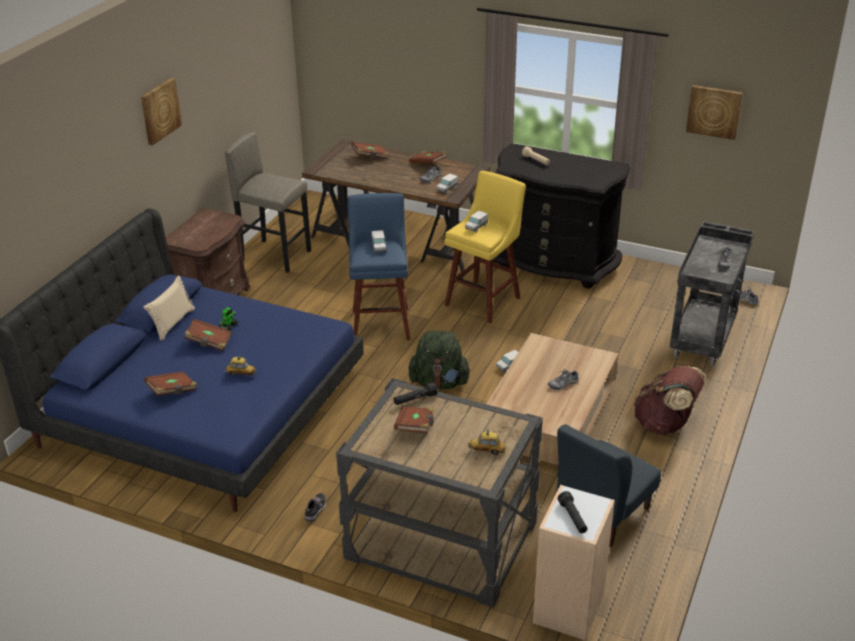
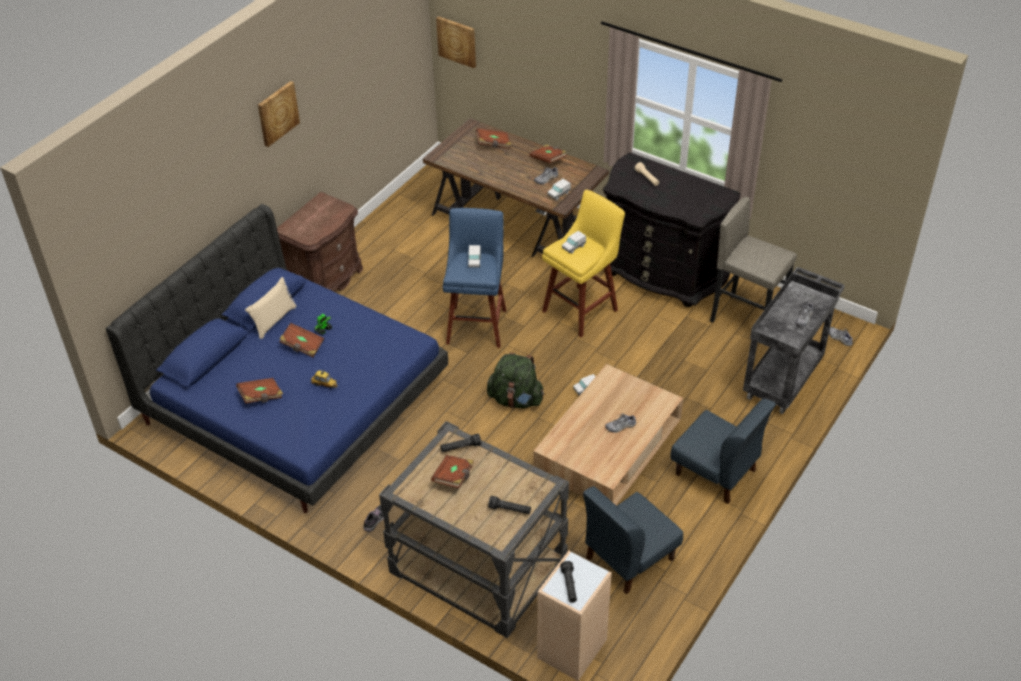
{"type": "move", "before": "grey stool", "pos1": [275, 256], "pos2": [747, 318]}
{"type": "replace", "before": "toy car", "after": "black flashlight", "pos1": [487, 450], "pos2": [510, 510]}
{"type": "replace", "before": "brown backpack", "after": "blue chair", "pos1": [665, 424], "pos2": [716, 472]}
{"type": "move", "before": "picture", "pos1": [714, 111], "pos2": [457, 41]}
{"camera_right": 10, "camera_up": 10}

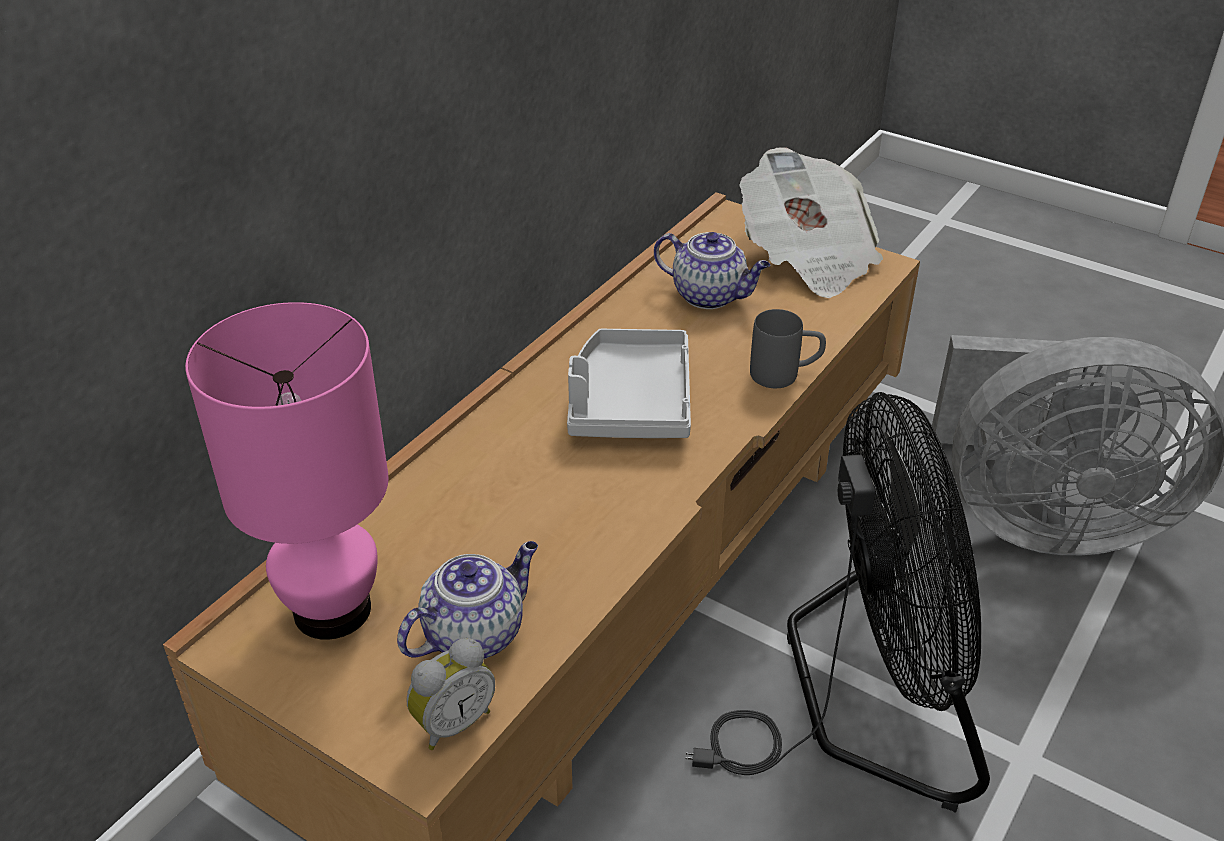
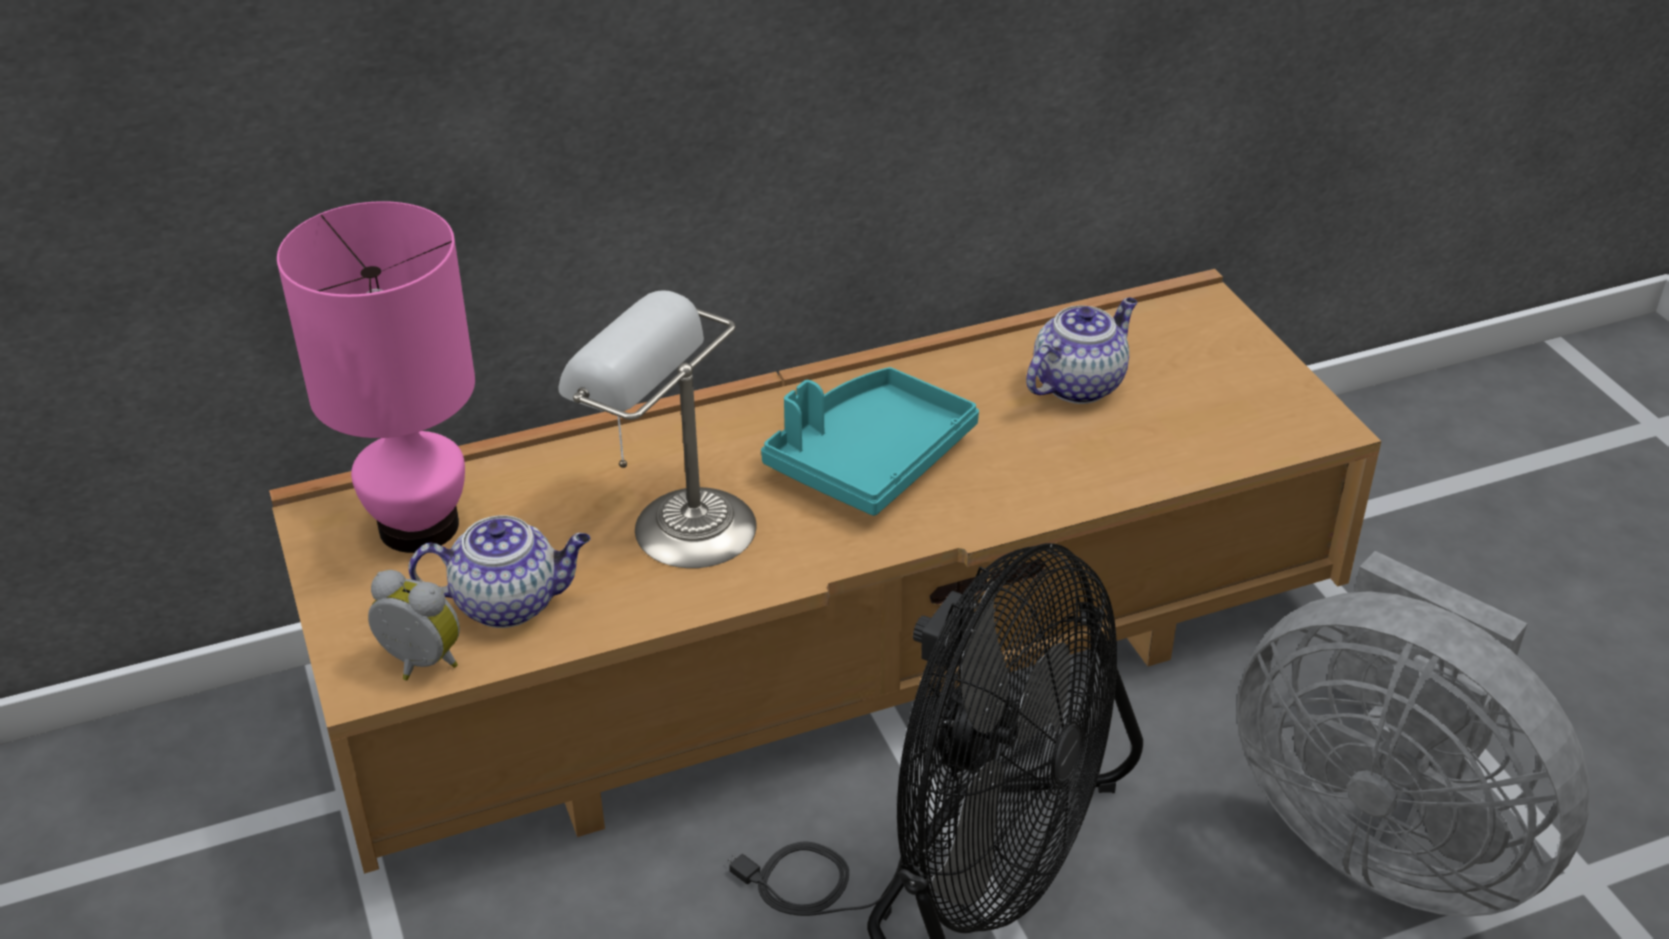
{"type": "rotate", "before": "alarm clock", "pos1": [452, 722], "pos2": [418, 665], "turn": -150}
{"type": "recolor", "before": "grey tray", "after": "turquoise tray", "pos1": [629, 402], "pos2": [869, 458]}
{"type": "rotate", "before": "teapot", "pos1": [710, 296], "pos2": [1078, 383], "turn": -105}
{"type": "delete", "before": "newspaper", "pos1": [807, 257]}
{"type": "delete", "before": "grey mug", "pos1": [785, 375]}
{"type": "insert", "after": "white table lamp", "pos2": [671, 520]}
{"camera_right": 35, "camera_up": 0}

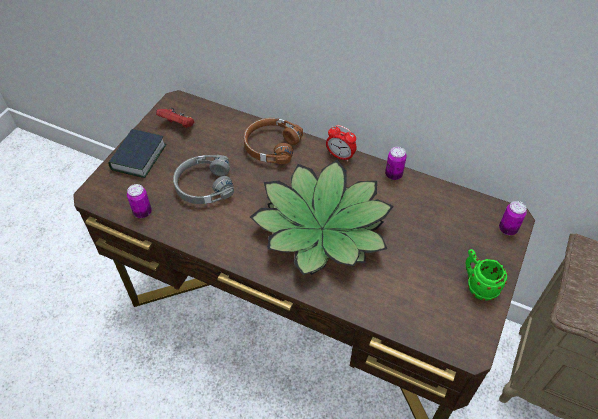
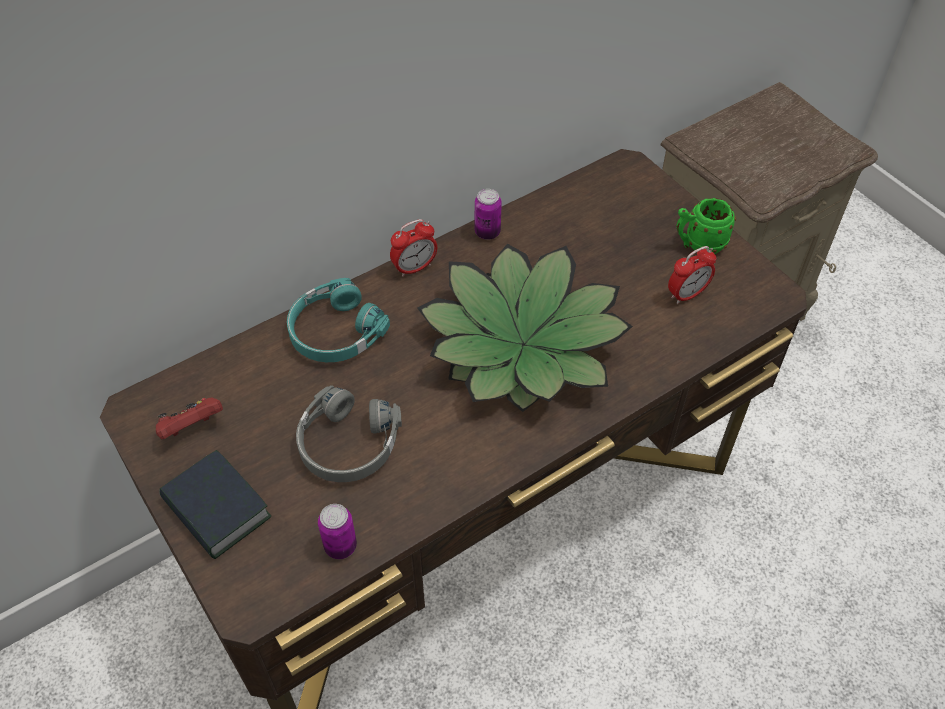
{"type": "recolor", "before": "brown headphones", "after": "turquoise headphones", "pos1": [271, 146], "pos2": [334, 332]}
{"type": "delete", "before": "can", "pos1": [507, 229]}
{"type": "insert", "after": "alarm clock", "pos2": [687, 294]}
{"camera_right": -60, "camera_up": 0}

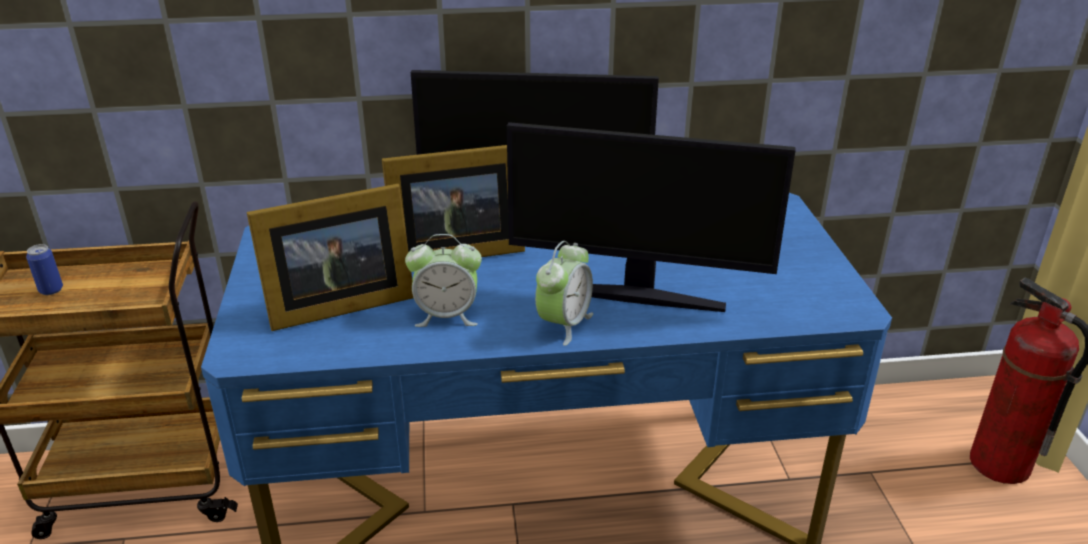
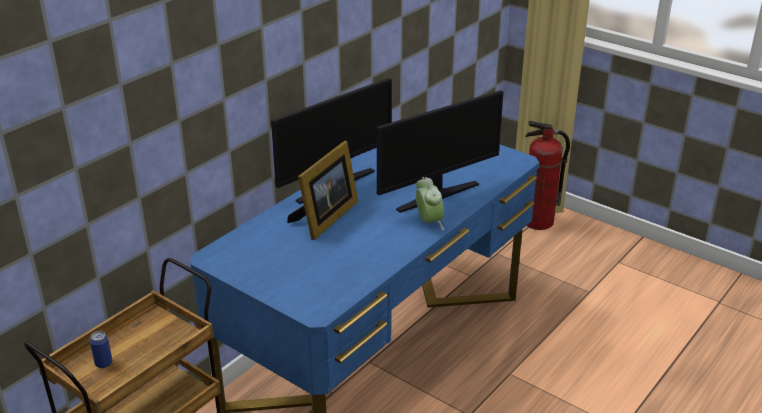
{"type": "delete", "before": "picture frame", "pos1": [335, 305]}
{"type": "delete", "before": "alarm clock", "pos1": [447, 315]}
{"camera_right": -45, "camera_up": 0}

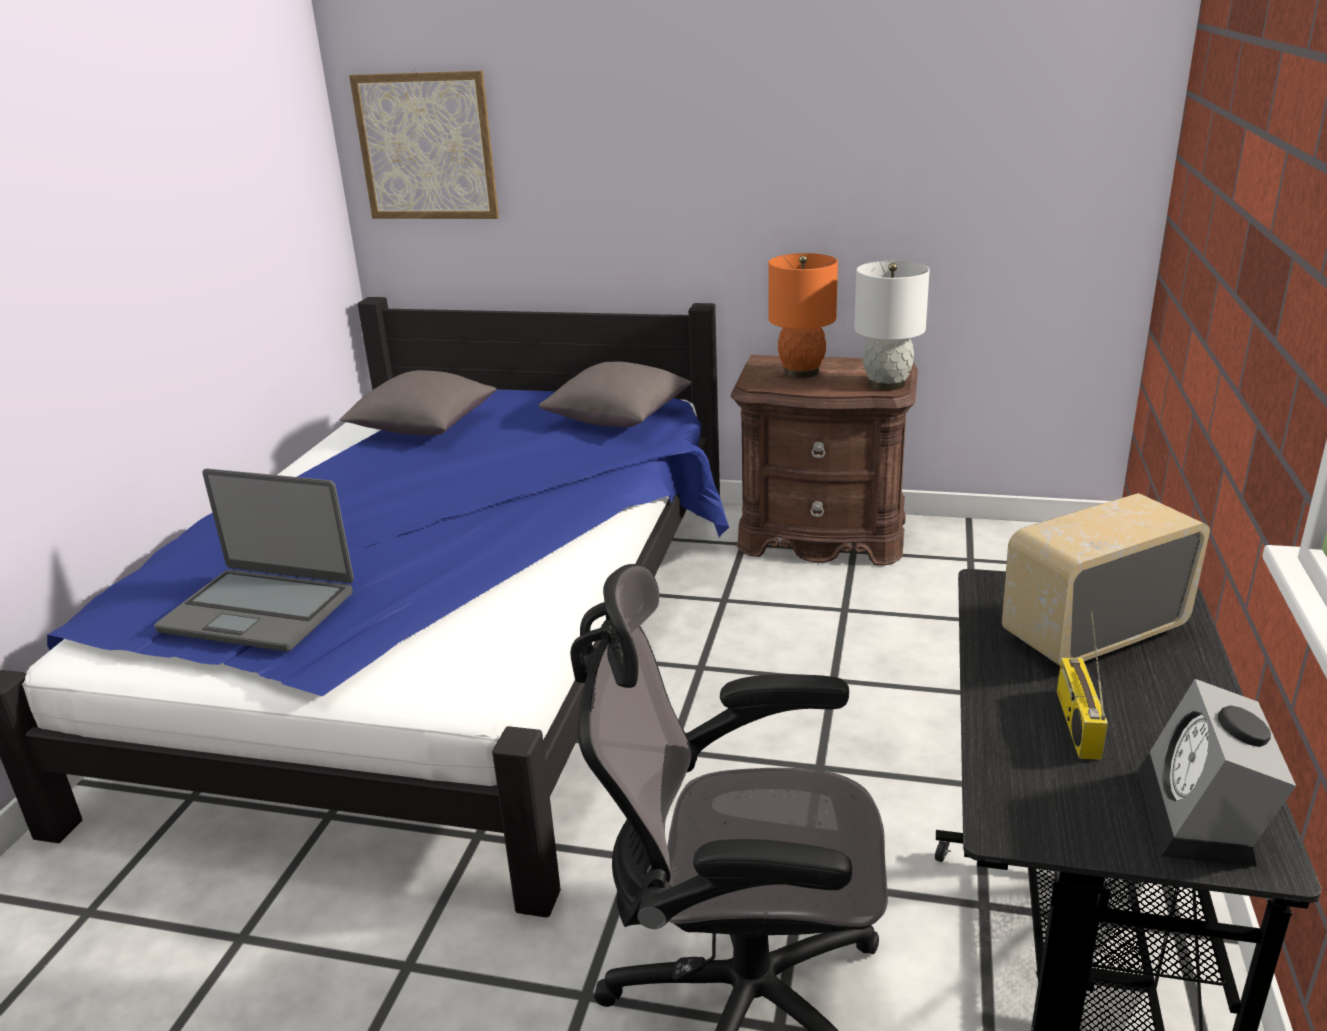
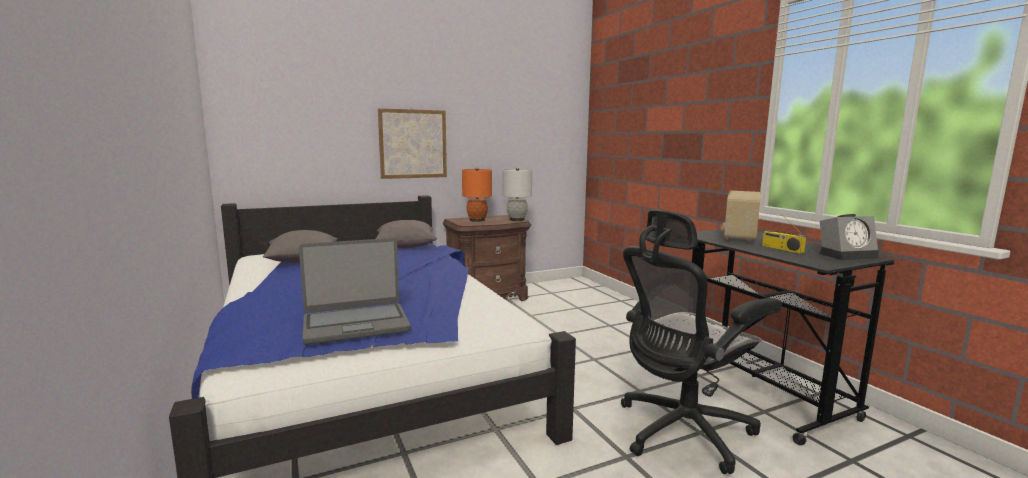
{"type": "move", "before": "picture", "pos1": [426, 145], "pos2": [413, 143]}
{"type": "rotate", "before": "alarm clock", "pos1": [1203, 819], "pos2": [847, 255], "turn": -75}
{"camera_right": -40, "camera_up": -15}

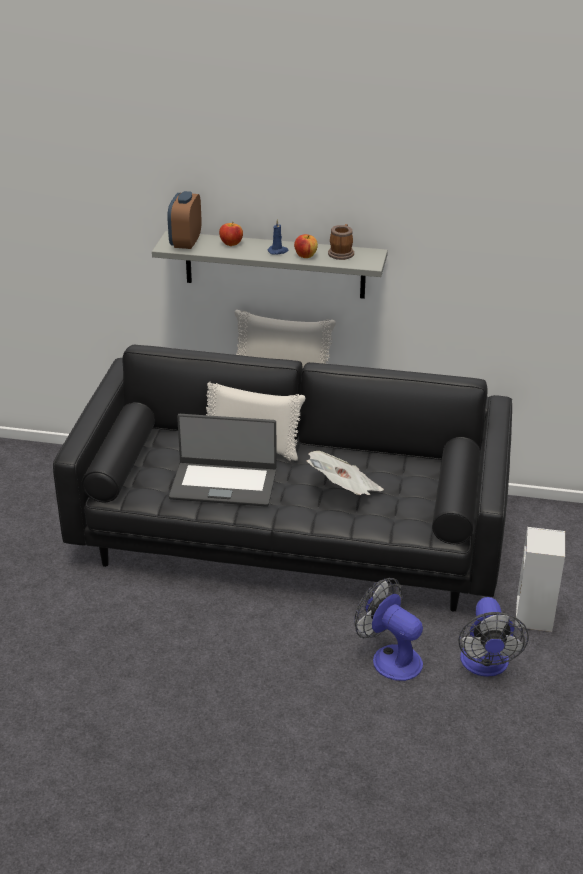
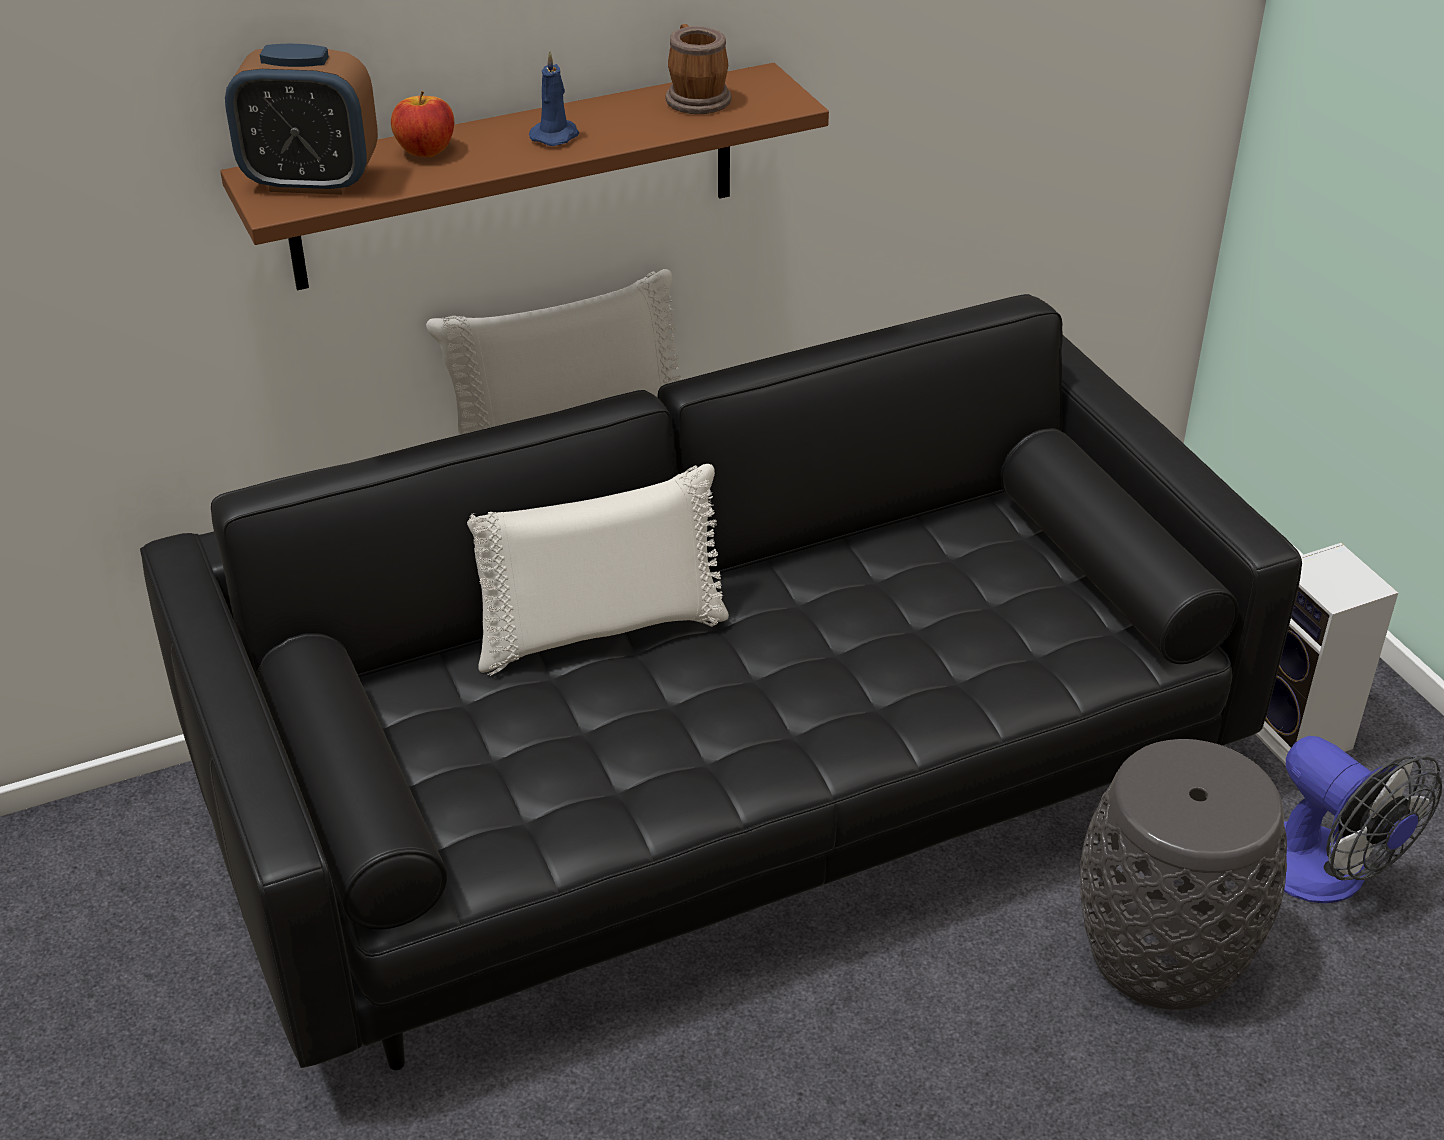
{"type": "recolor", "before": "grey shelf", "after": "brown shelf", "pos1": [274, 265], "pos2": [515, 177]}
{"type": "rotate", "before": "alarm clock", "pos1": [185, 242], "pos2": [311, 181], "turn": -60}
{"type": "delete", "before": "laptop", "pos1": [223, 484]}
{"type": "delete", "before": "apple", "pos1": [305, 256]}
{"type": "delete", "before": "newspaper", "pos1": [344, 490]}
{"type": "replace", "before": "fan", "after": "grey stool", "pos1": [390, 658], "pos2": [1163, 954]}
{"camera_right": -35, "camera_up": 5}

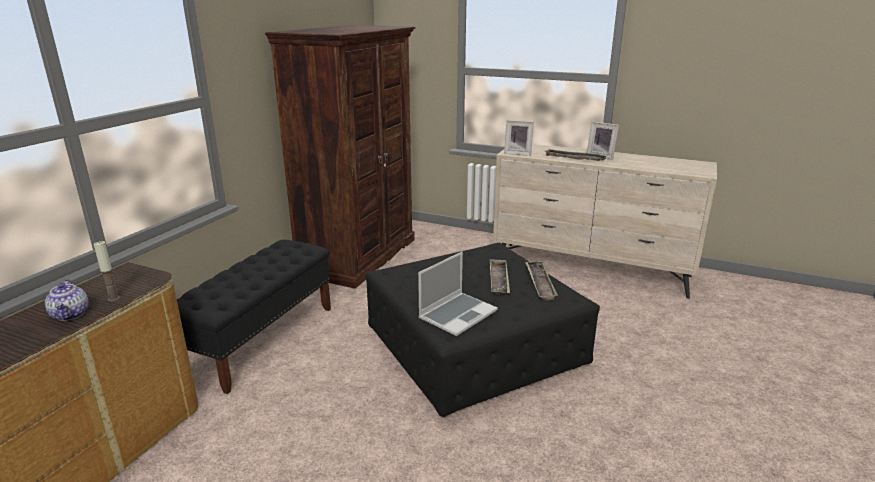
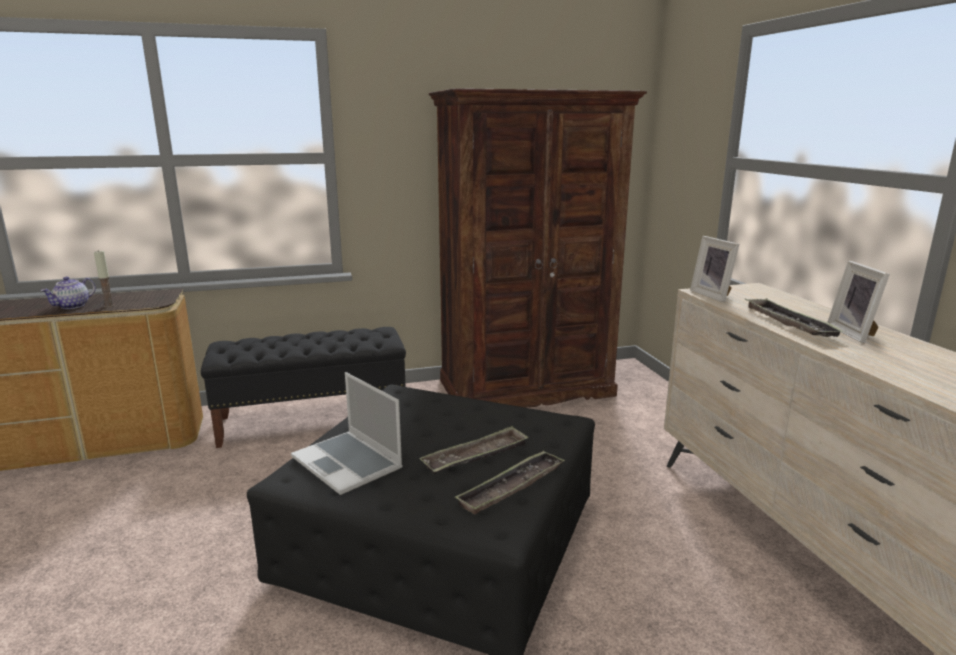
{"type": "rotate", "before": "laptop", "pos1": [457, 314], "pos2": [349, 464], "turn": 45}
{"camera_right": 50, "camera_up": -5}

